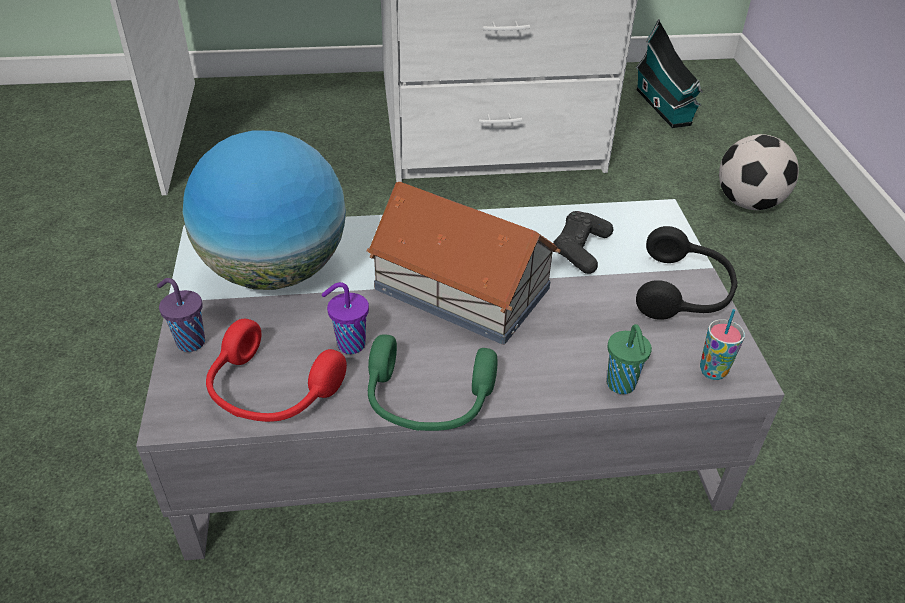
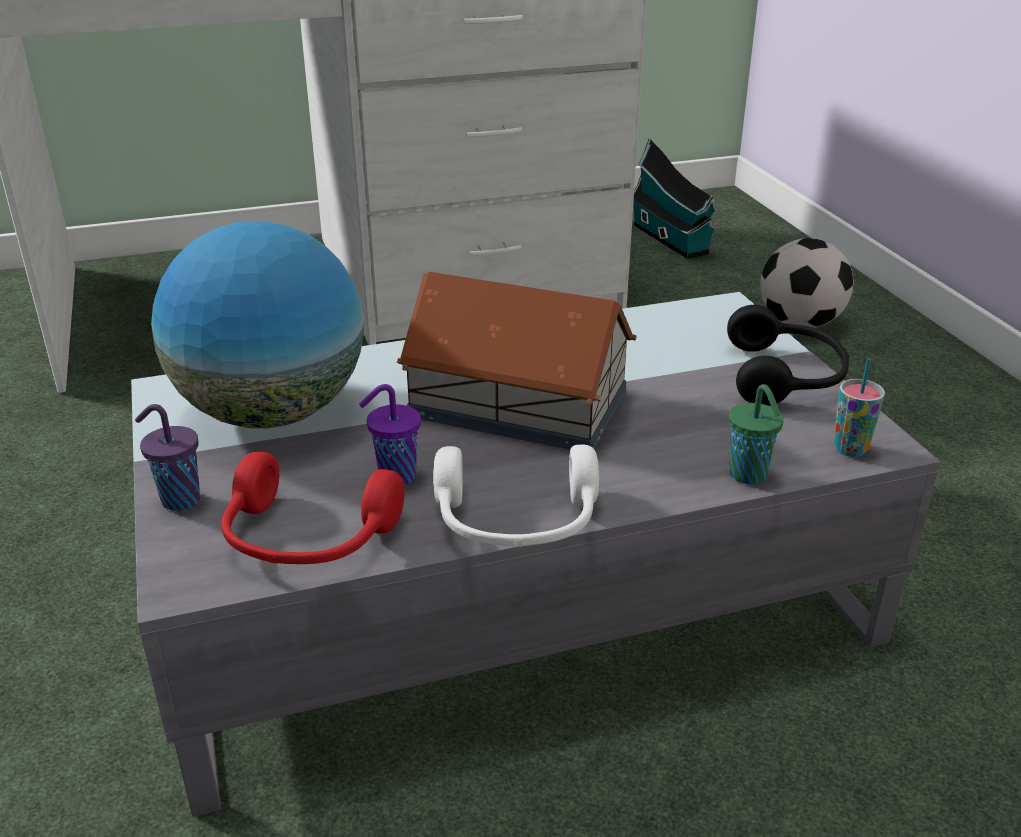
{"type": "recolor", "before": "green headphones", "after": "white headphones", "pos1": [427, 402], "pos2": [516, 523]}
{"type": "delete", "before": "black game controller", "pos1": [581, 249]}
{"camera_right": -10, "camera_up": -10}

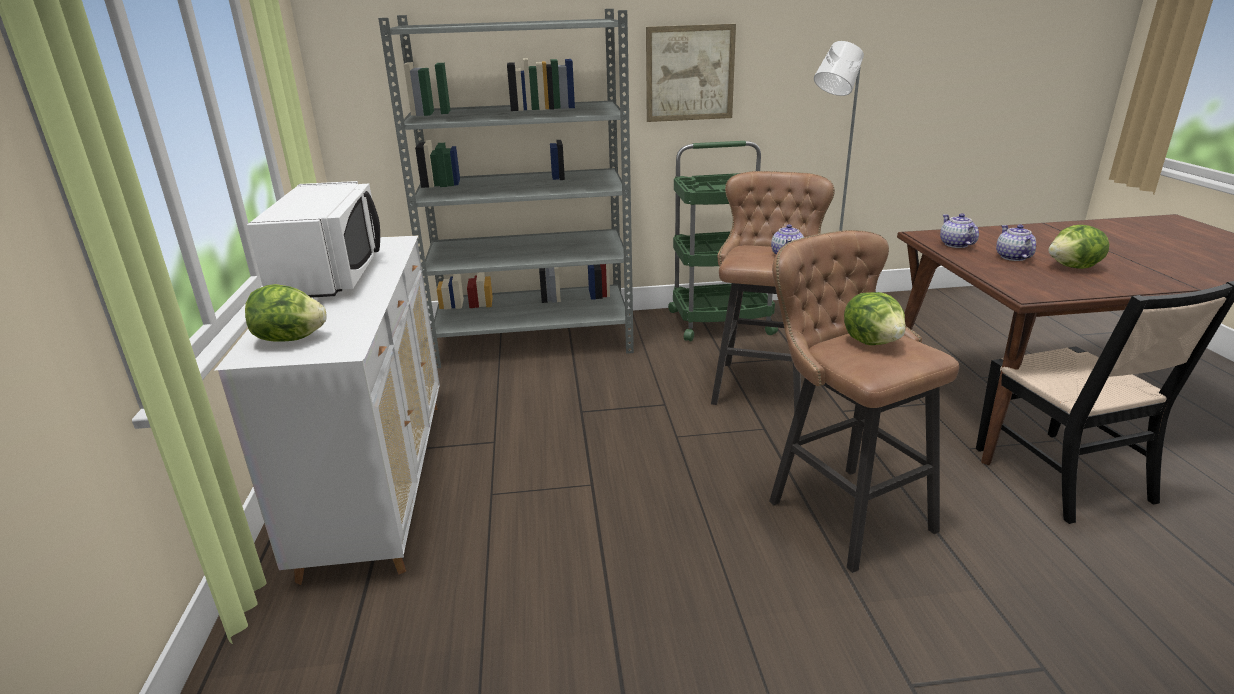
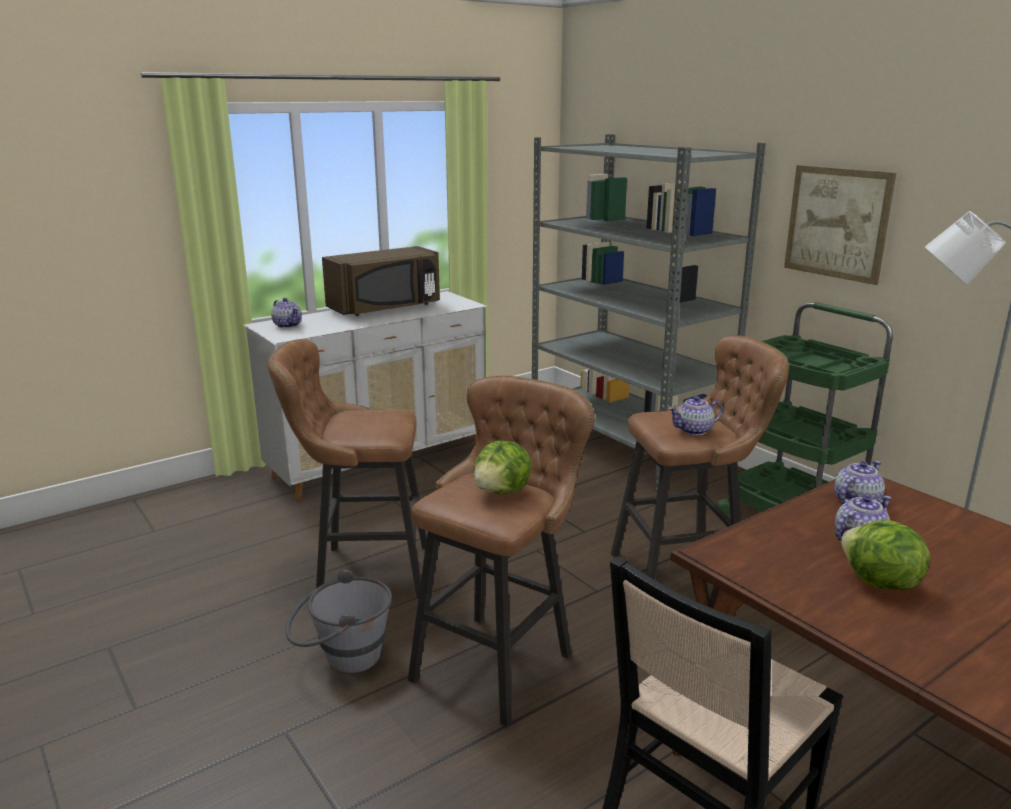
{"type": "replace", "before": "lettuce", "after": "teapot", "pos1": [290, 339], "pos2": [287, 325]}
{"type": "recolor", "before": "white microwave", "after": "brown microwave", "pos1": [331, 275], "pos2": [386, 308]}
{"type": "insert", "after": "brown stool", "pos2": [358, 572]}
{"type": "insert", "after": "grey bucket", "pos2": [342, 658]}
{"camera_right": 60, "camera_up": -5}

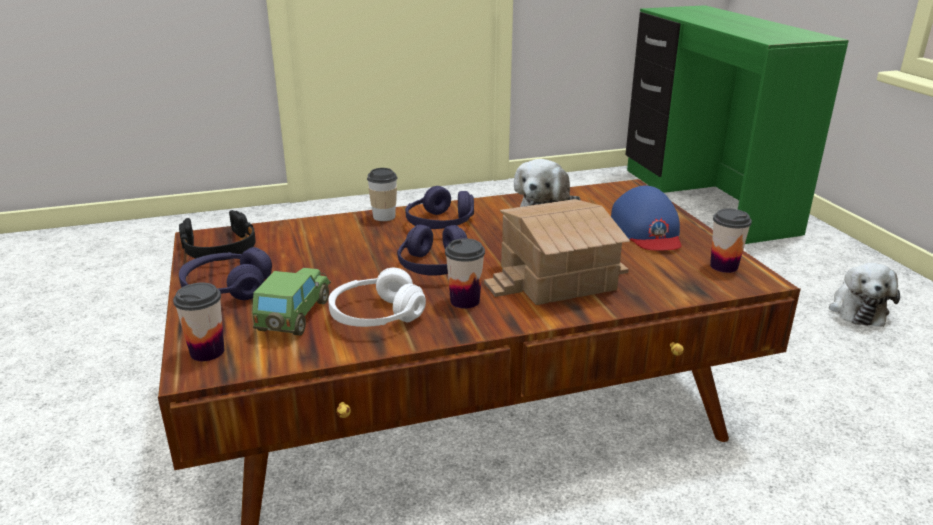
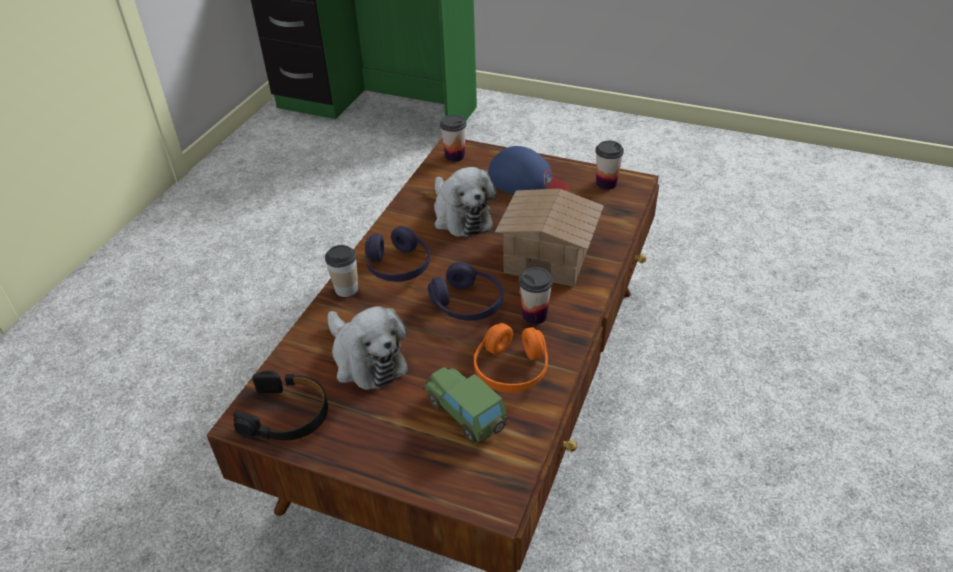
{"type": "move", "before": "cup", "pos1": [207, 352], "pos2": [454, 156]}
{"type": "delete", "before": "purple headphones", "pos1": [227, 288]}
{"type": "recolor", "before": "white headphones", "after": "orange headphones", "pos1": [376, 316], "pos2": [511, 369]}
{"type": "move", "before": "plush toy", "pos1": [857, 309], "pos2": [366, 359]}
{"camera_right": -50, "camera_up": 15}

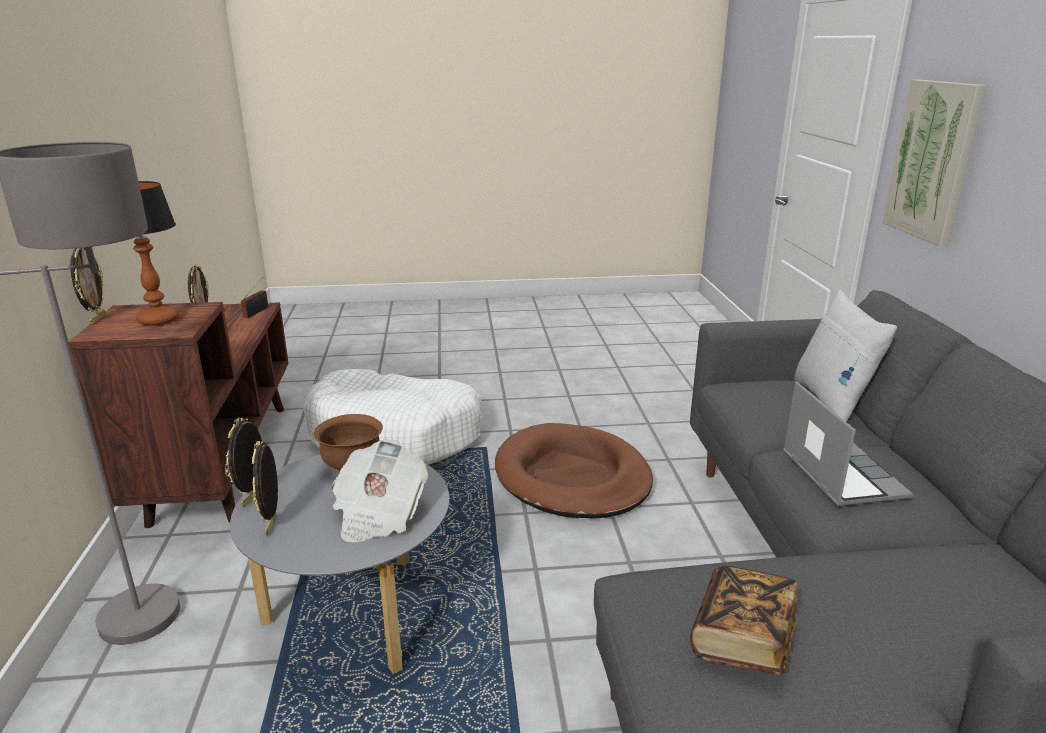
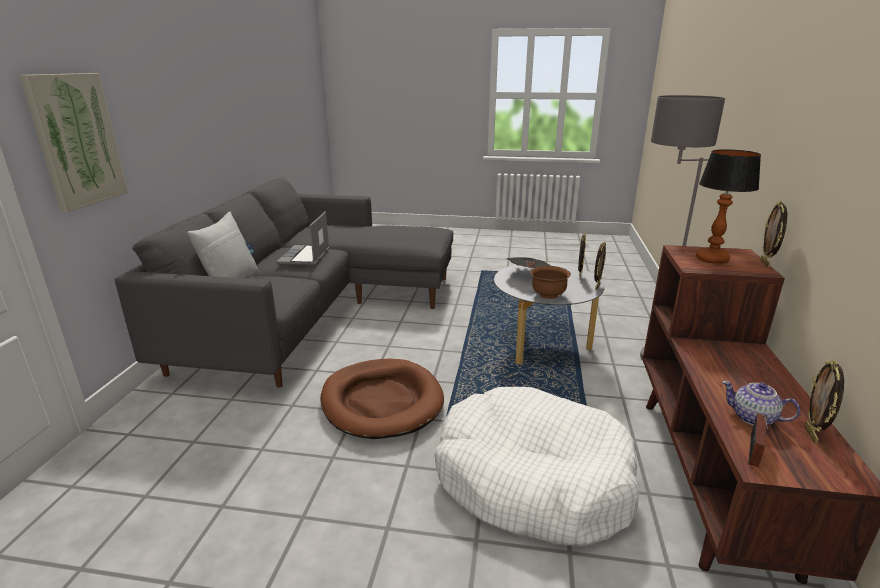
{"type": "delete", "before": "book", "pos1": [742, 638]}
{"type": "insert", "after": "teapot", "pos2": [753, 418]}
{"camera_right": -165, "camera_up": 0}

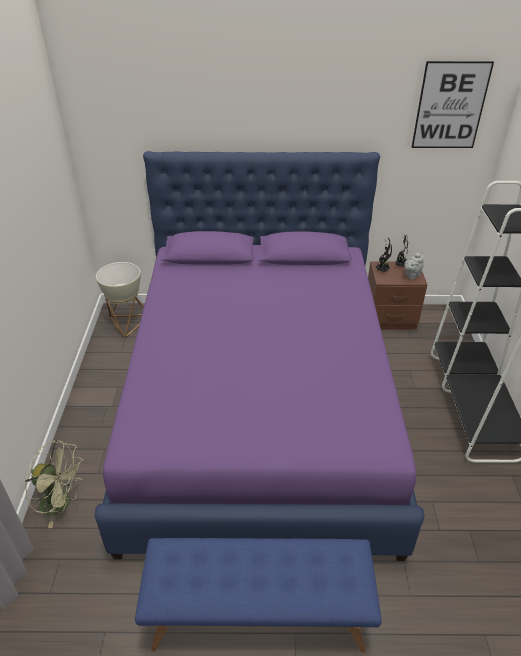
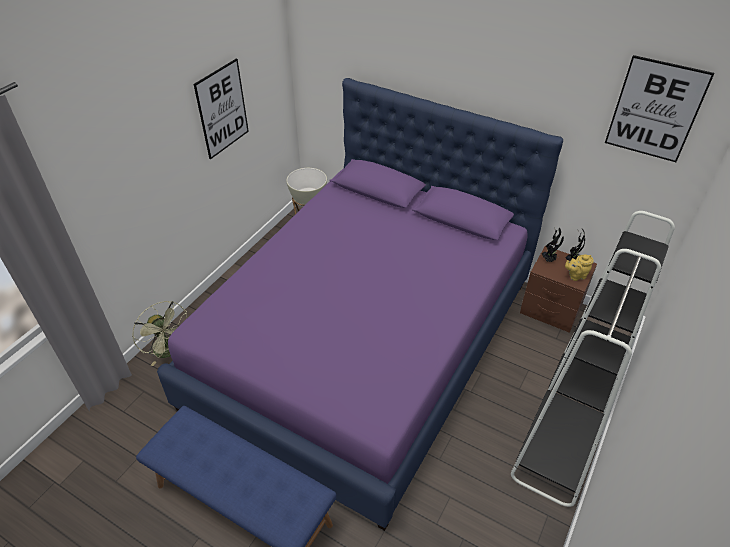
{"type": "recolor", "before": "grey teapot", "after": "yellow teapot", "pos1": [411, 275], "pos2": [575, 276]}
{"type": "insert", "after": "picture", "pos2": [222, 109]}
{"camera_right": 30, "camera_up": 5}

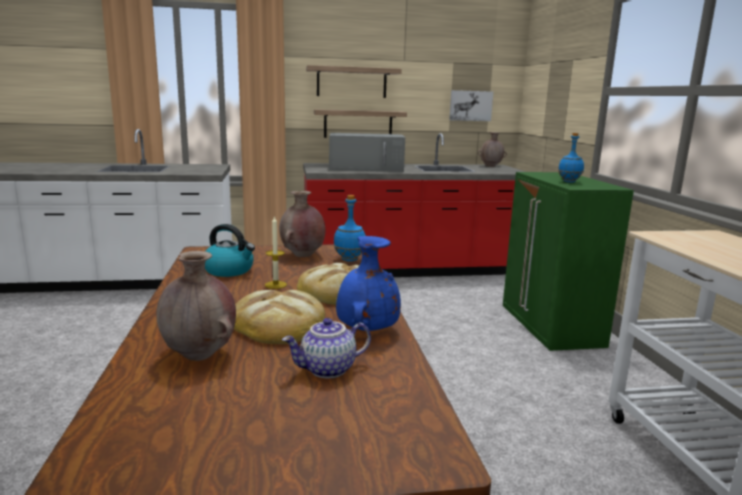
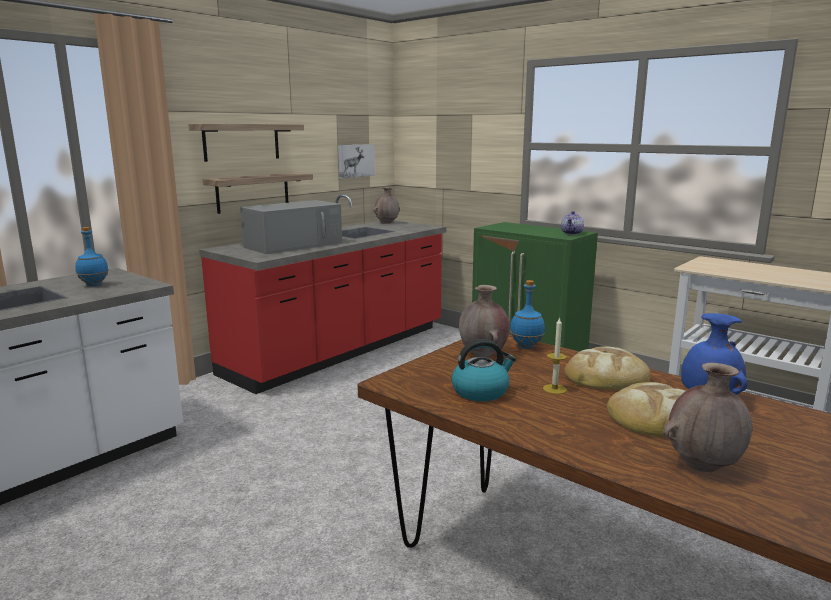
{"type": "move", "before": "teapot", "pos1": [328, 370], "pos2": [572, 233]}
{"type": "move", "before": "blue bottle", "pos1": [568, 182], "pos2": [93, 285]}
{"camera_right": -40, "camera_up": 0}

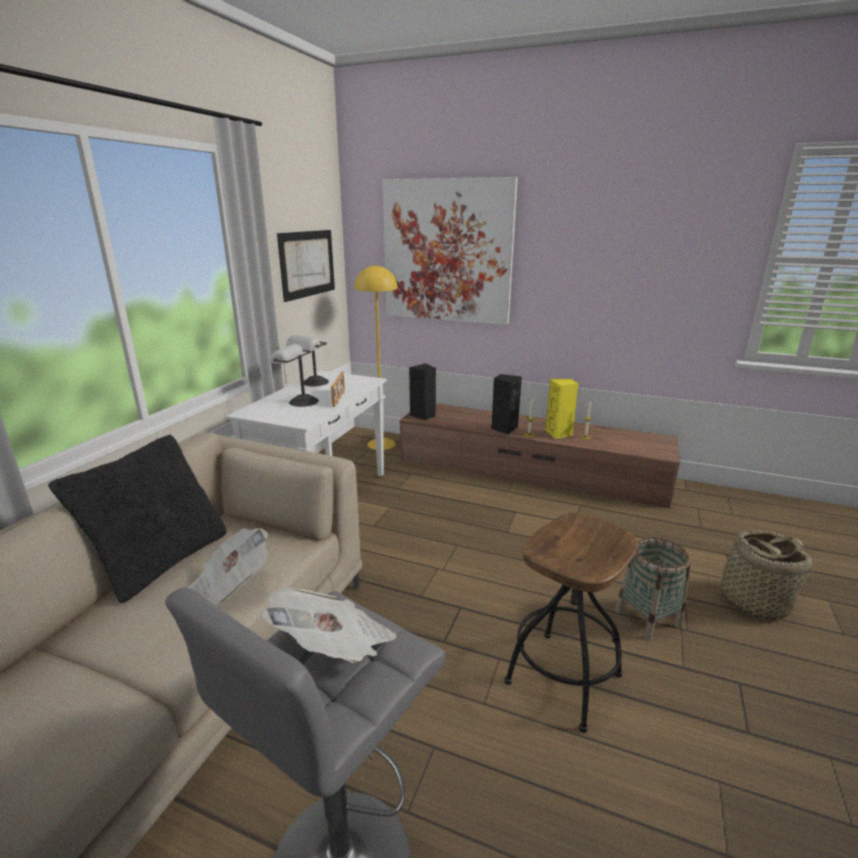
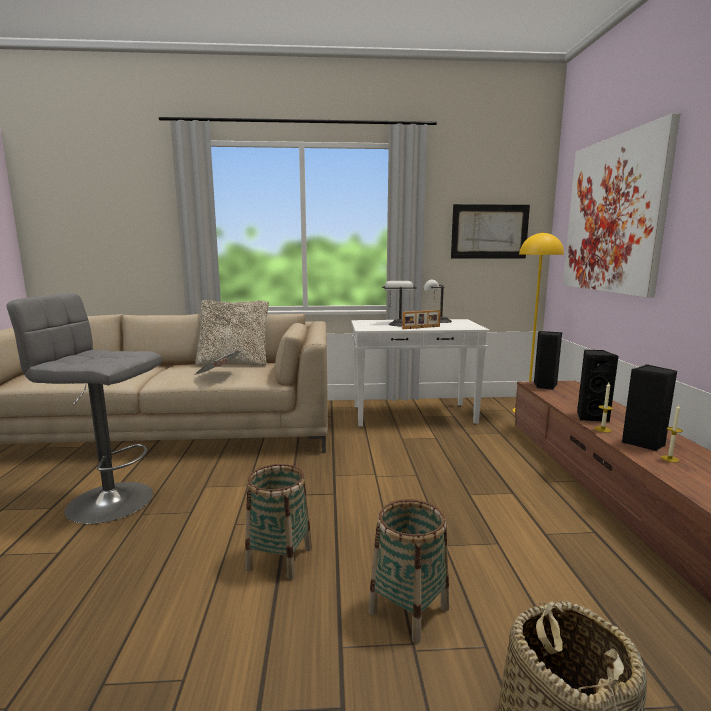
{"type": "recolor", "before": "black pillow", "after": "beige pillow", "pos1": [161, 558], "pos2": [234, 362]}
{"type": "delete", "before": "newspaper", "pos1": [334, 648]}
{"type": "replace", "before": "brown stool", "after": "basket", "pos1": [563, 678], "pos2": [279, 558]}
{"type": "recolor", "before": "yellow speaker", "after": "black speaker", "pos1": [559, 433], "pos2": [643, 443]}
{"camera_right": 65, "camera_up": -10}

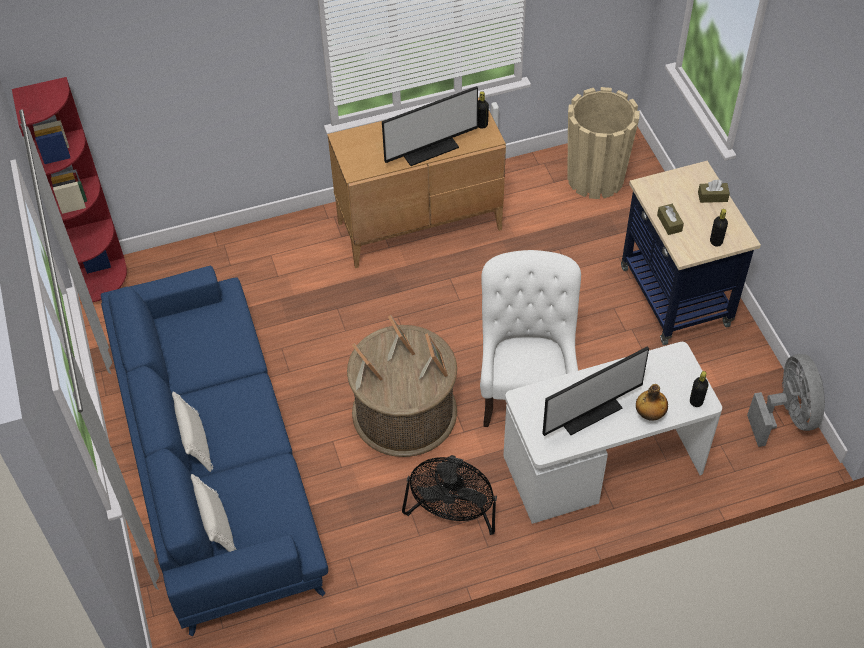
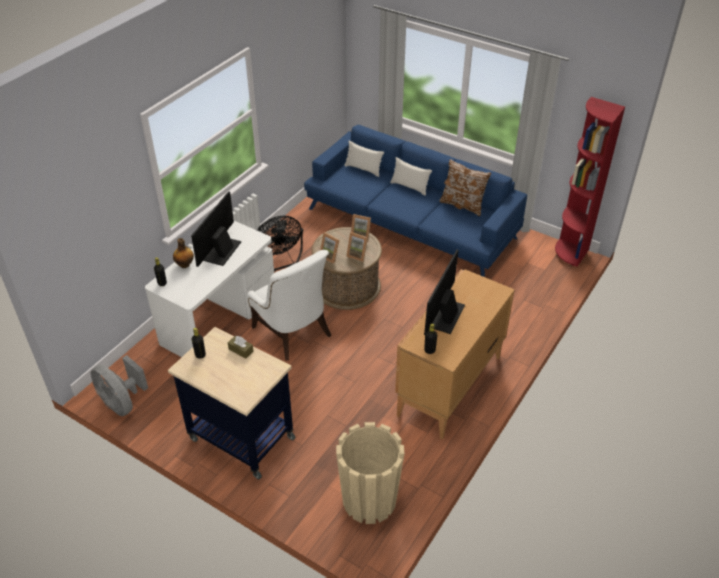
{"type": "delete", "before": "brown tissue box", "pos1": [712, 197]}
{"type": "insert", "after": "brown pillow", "pos2": [462, 206]}
{"camera_right": 140, "camera_up": -10}

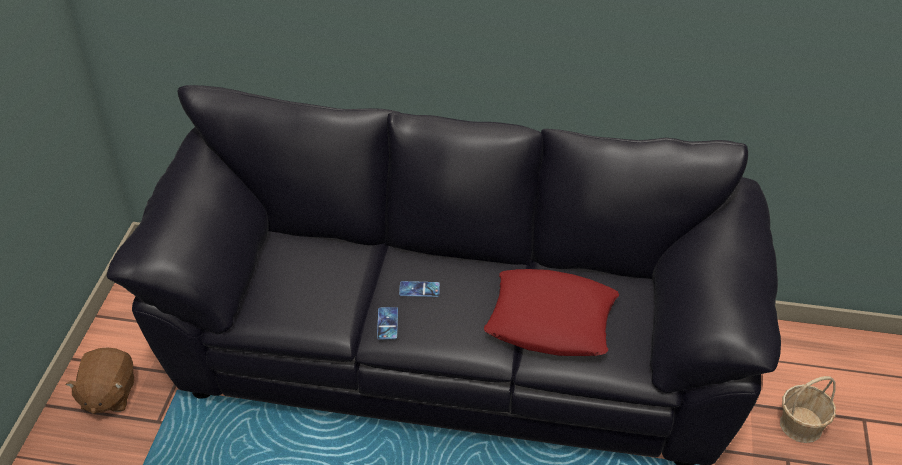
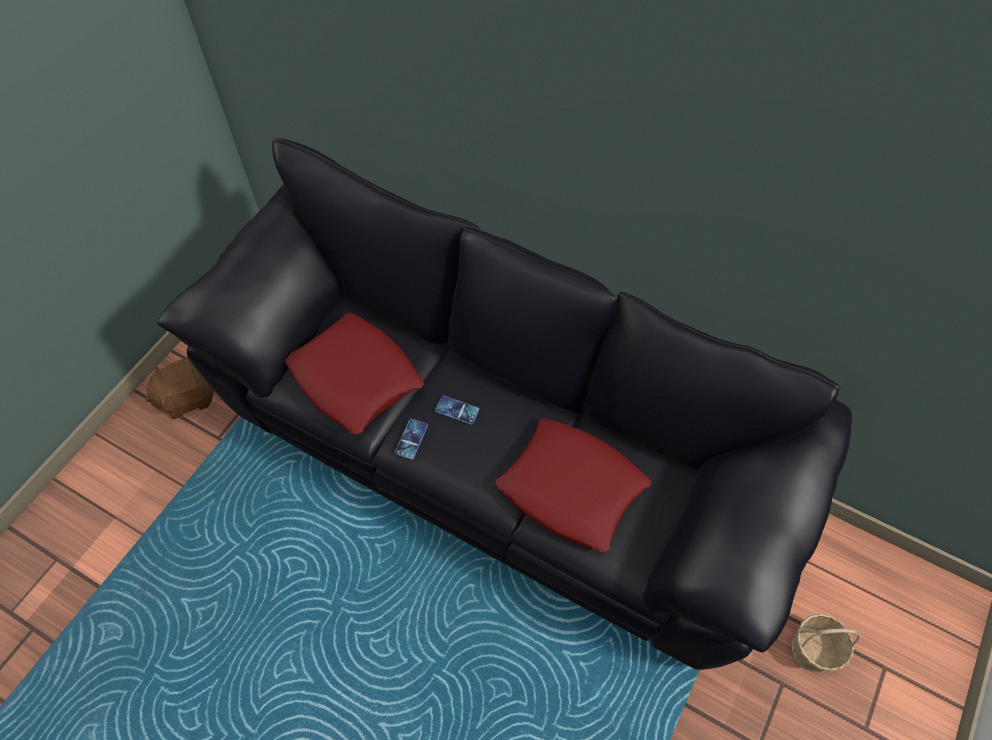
{"type": "rotate", "before": "brown plush toy", "pos1": [108, 395], "pos2": [188, 397], "turn": 45}
{"type": "insert", "after": "red pillow", "pos2": [355, 378]}
{"camera_right": 20, "camera_up": 15}

